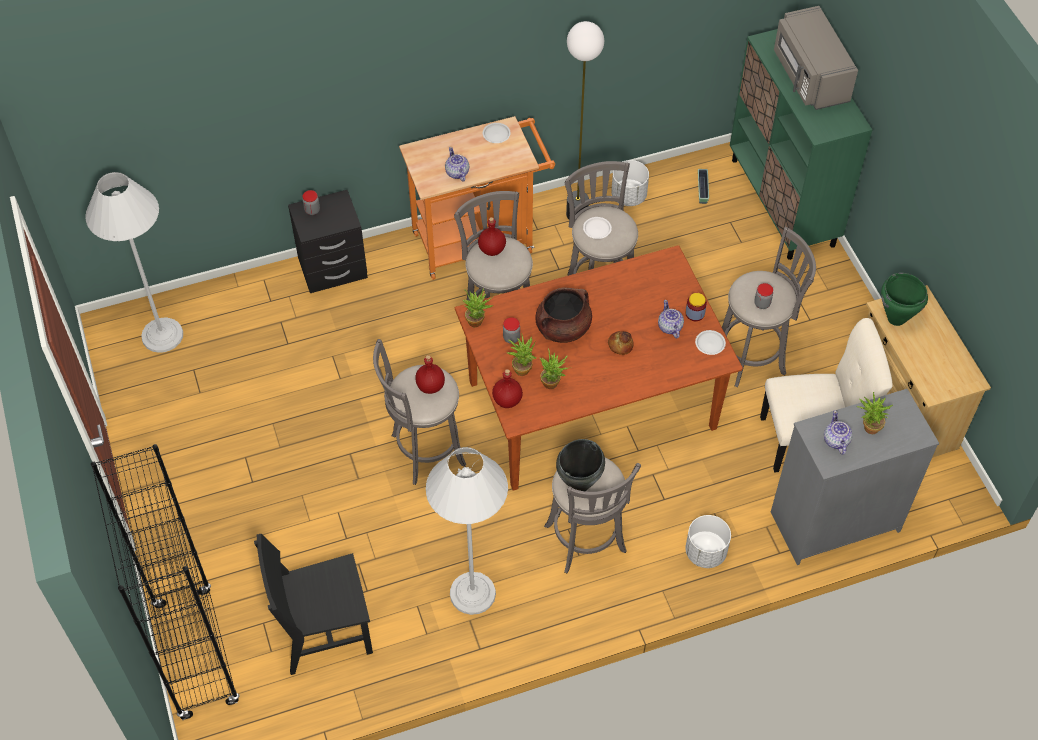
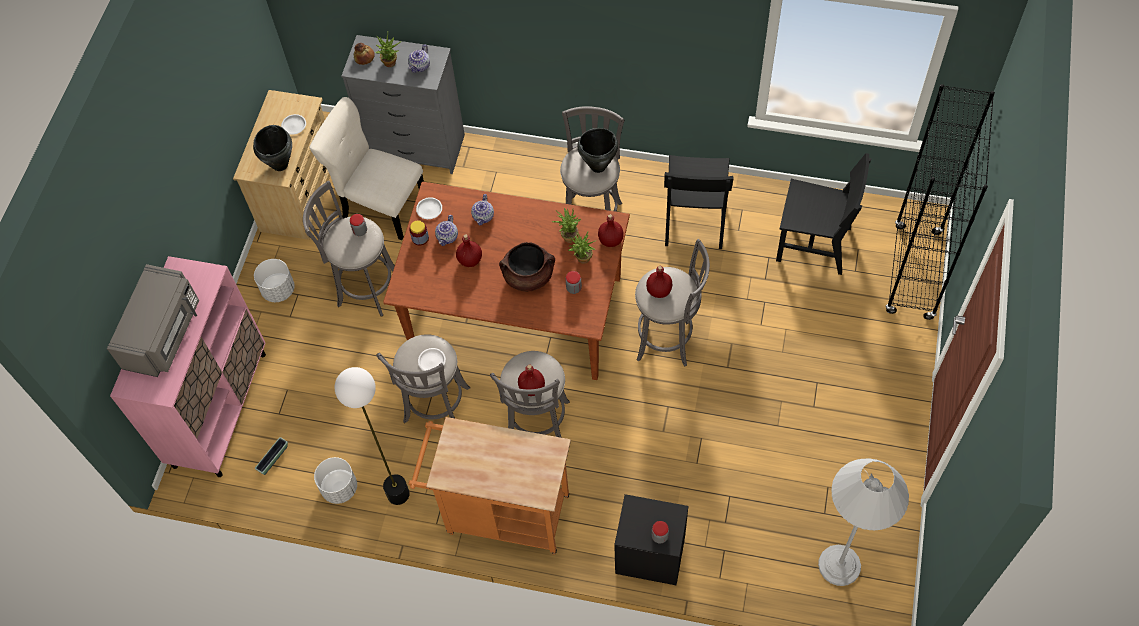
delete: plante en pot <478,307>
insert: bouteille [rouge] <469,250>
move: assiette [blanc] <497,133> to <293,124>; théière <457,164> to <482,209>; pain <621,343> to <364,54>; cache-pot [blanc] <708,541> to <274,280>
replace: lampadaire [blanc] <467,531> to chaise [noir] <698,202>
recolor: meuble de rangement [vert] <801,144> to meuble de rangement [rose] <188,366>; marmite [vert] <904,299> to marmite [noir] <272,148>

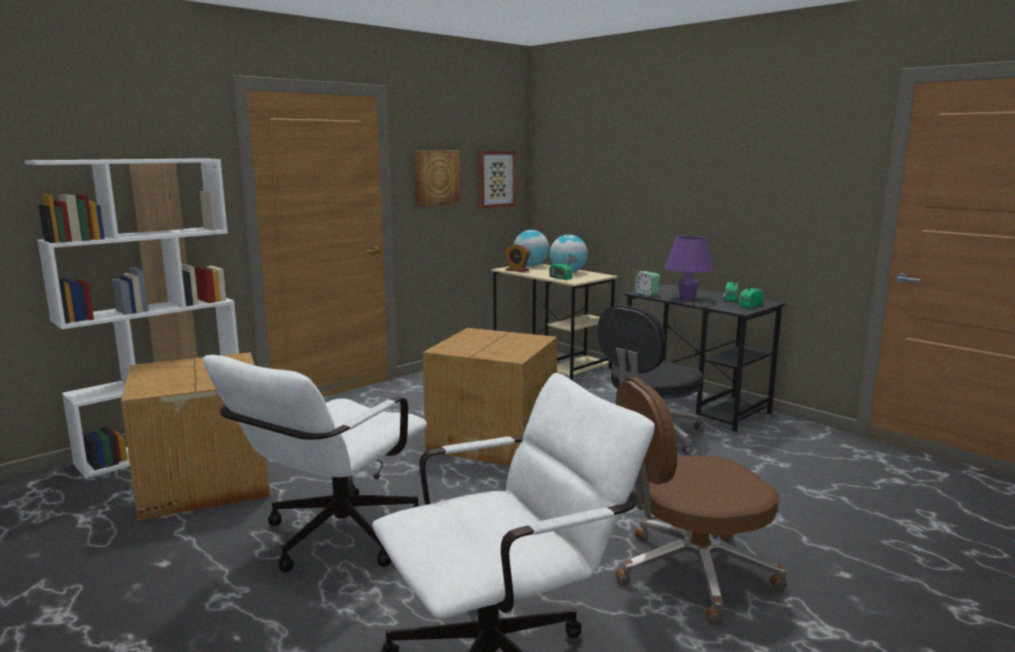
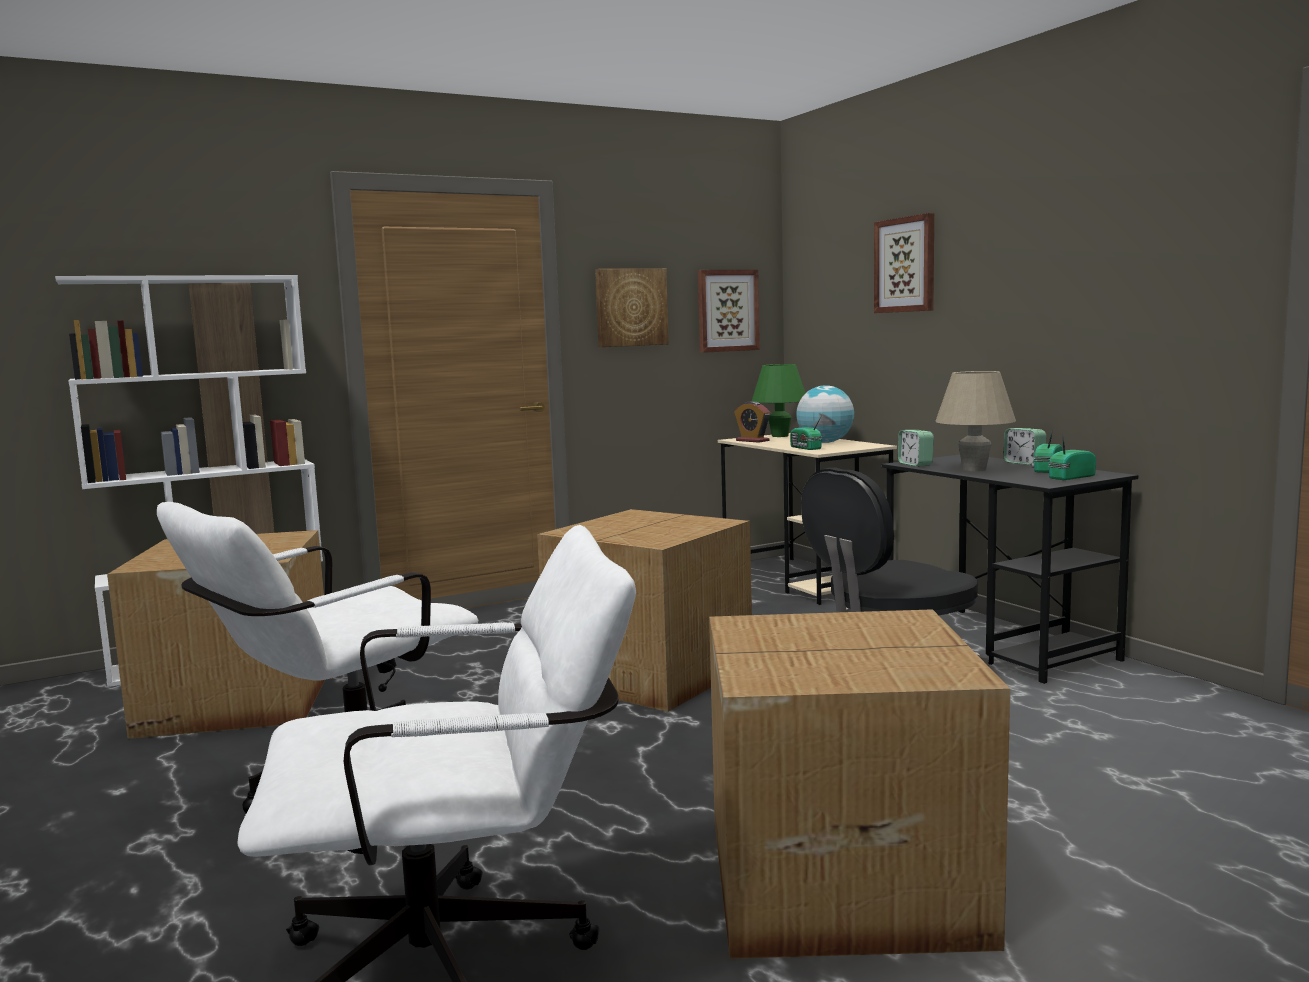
insert: tableau <904,263>; réveil <1024,446>
replace: globe <531,248> to lampe de table [vert] <779,400>; chaise de bureau [marron] <701,500> to carton <859,784>
recolor: lampe de table [violet] <689,268> to lampe de table [beige] <975,421>

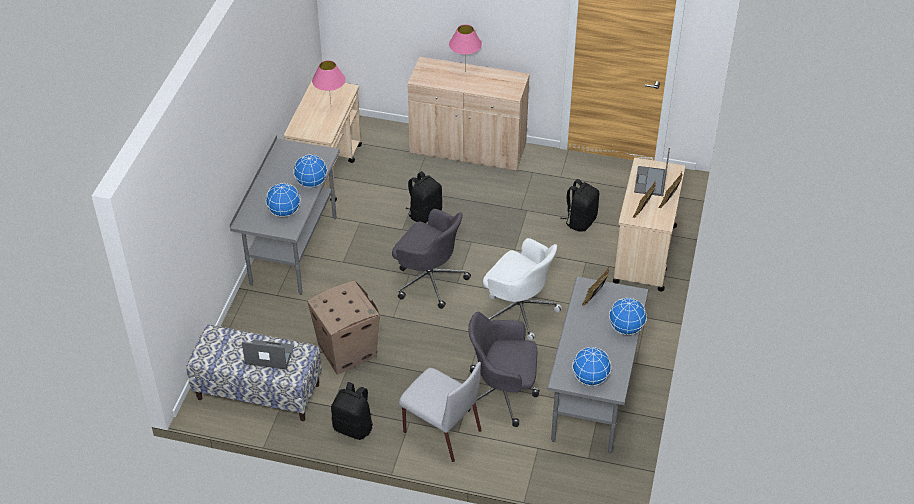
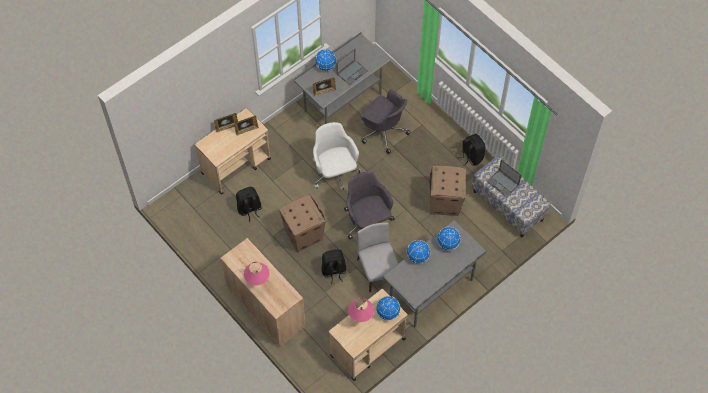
insert: carton <302,224>
move: ordinateur portable <652,172> to <352,67>; globe <591,366> to <388,308>; chaise [gris] <440,412> to <378,258>

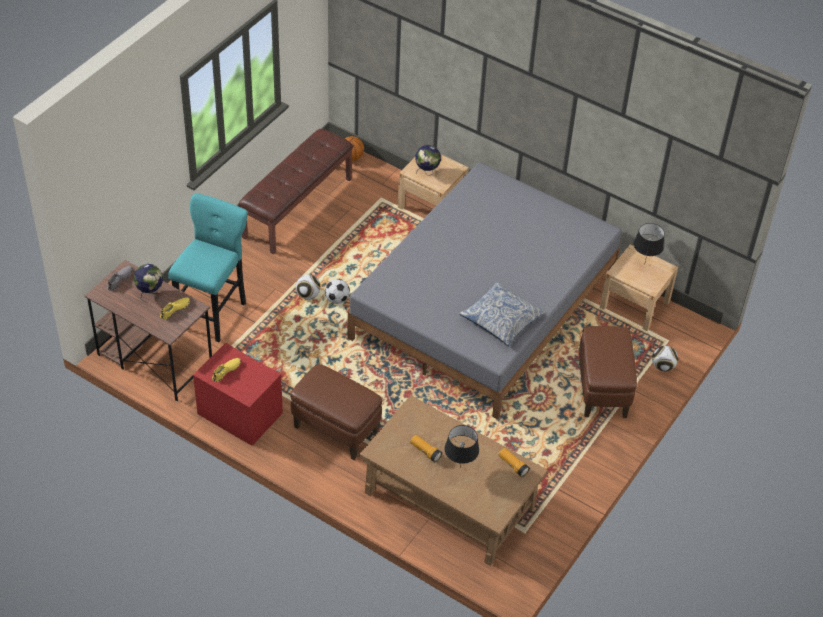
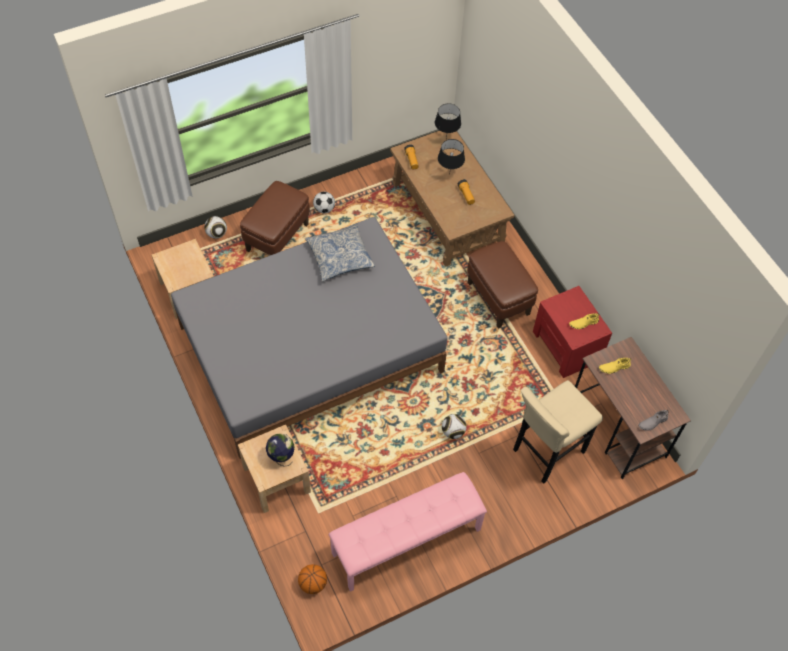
delete: globe <148,283>
move: lampe de table [noir] <649,242> to <448,122>; ballon de foot <337,291> to <324,202>
recolor: banc [marron] <296,191> to banc [rose] <408,532>; tabouret [turquoise] <208,267> to tabouret [beige] <558,432>

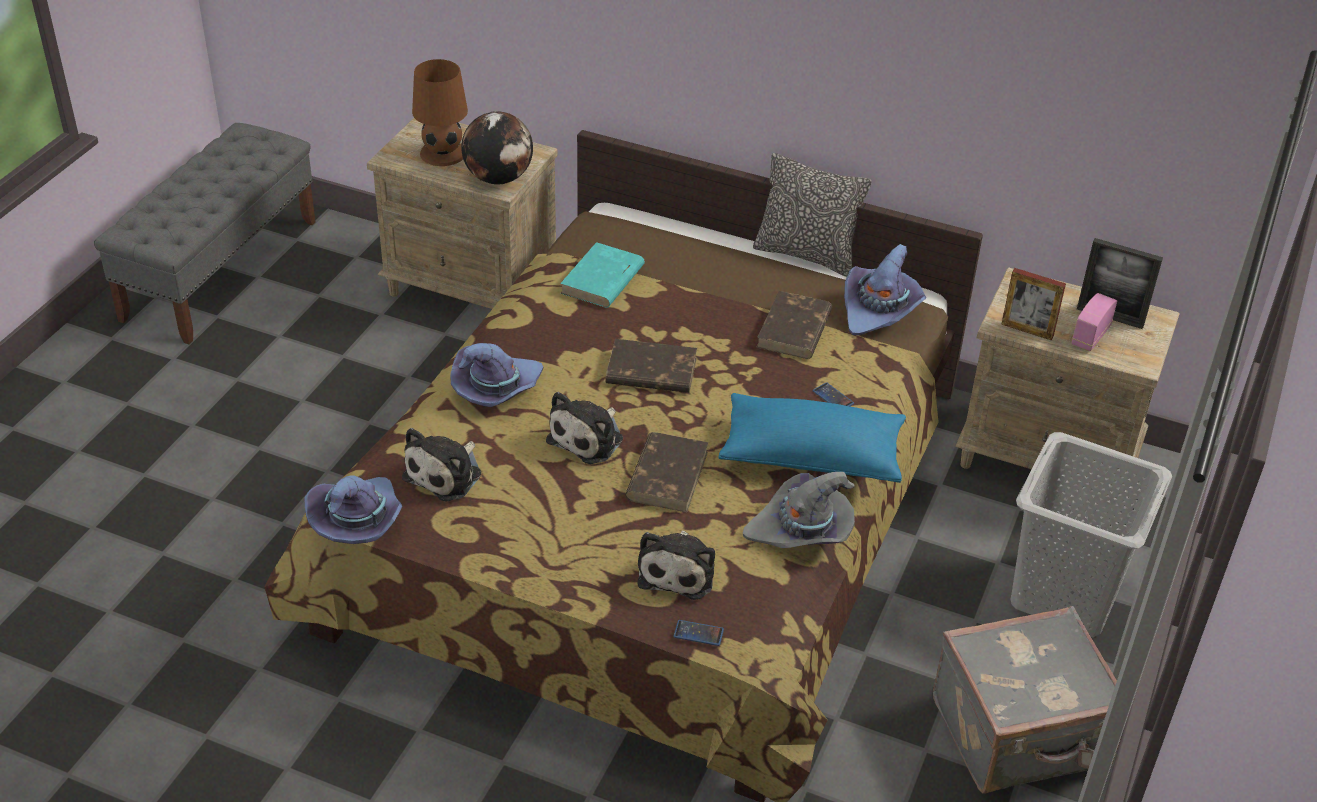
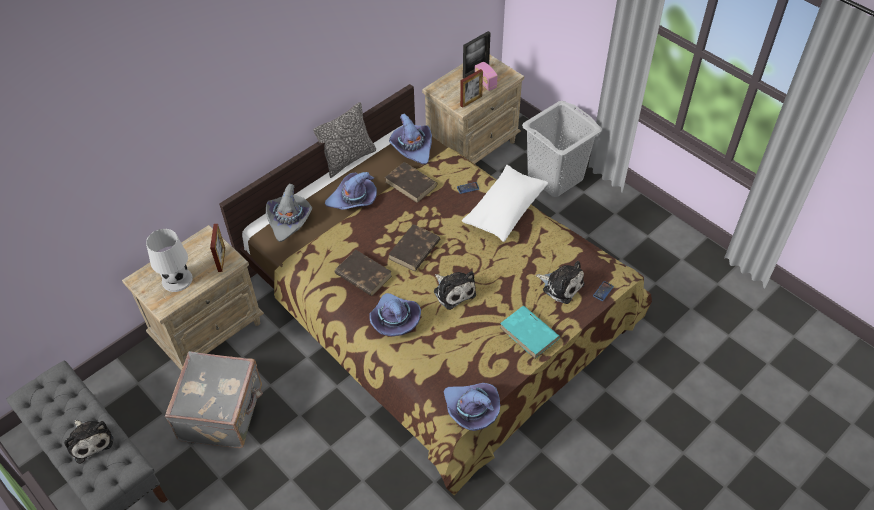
insert: chapeau [violet] <351,191>
move: livre [turquoise] <602,275> to <530,332>; peluche <441,464> to <89,442>; livre [marron] <667,472> to <363,273>; chapeau [gris] <799,510> to <289,213>; valise [gris] <1027,700> to <214,399>
replace: globe <497,147> to cadre photo <217,248>
recolor: lampe de table [marron] <440,112> to lampe de table [blanc] <169,260>; coussin [bleu] <812,438> to coussin [blanc] <505,203>

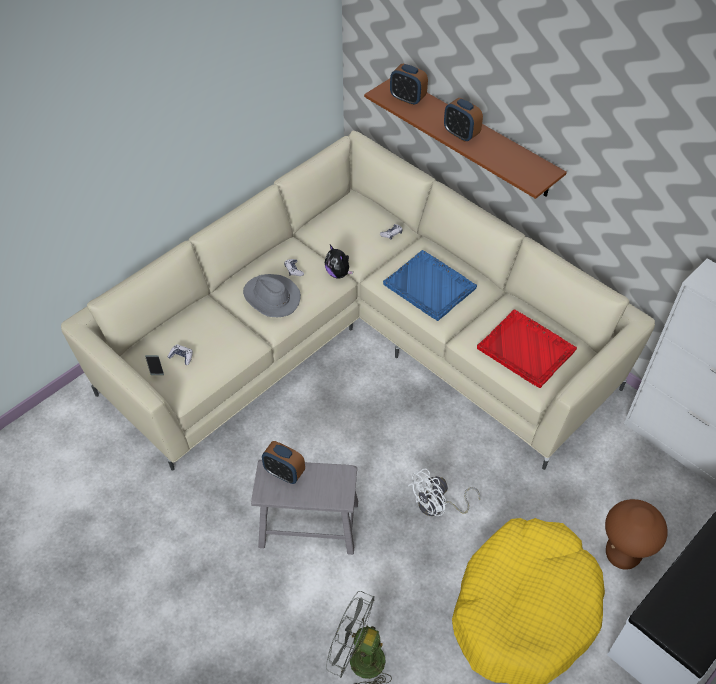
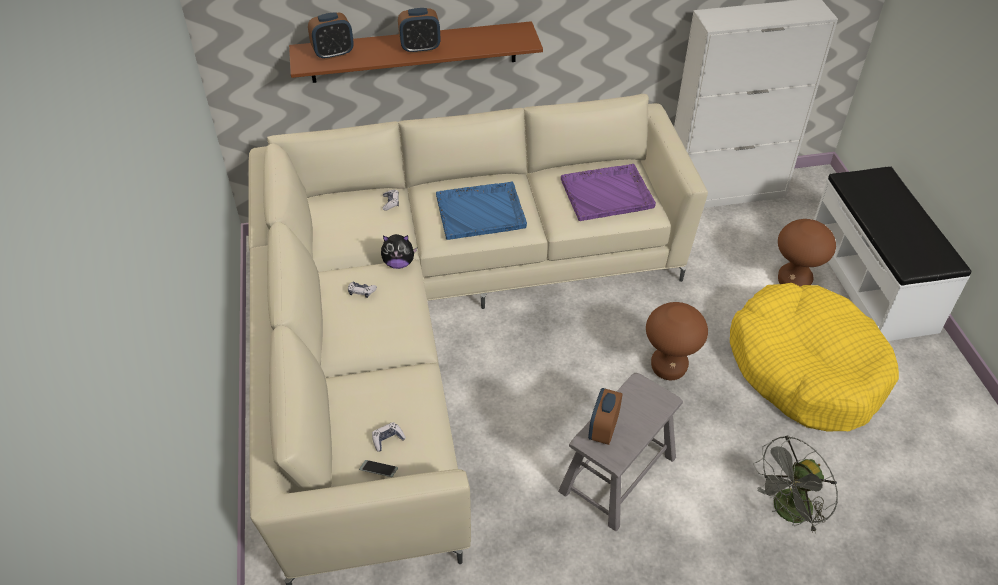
delete: chapeau [gris] <272,295>
replace: ventilateur [blanc] <444,492> to tabouret [marron] <677,341>
recolor: plateau [rouge] <527,348> to plateau [violet] <608,192>
rotate: réveil <283,462> = <605,416> 135 degrees clockwise

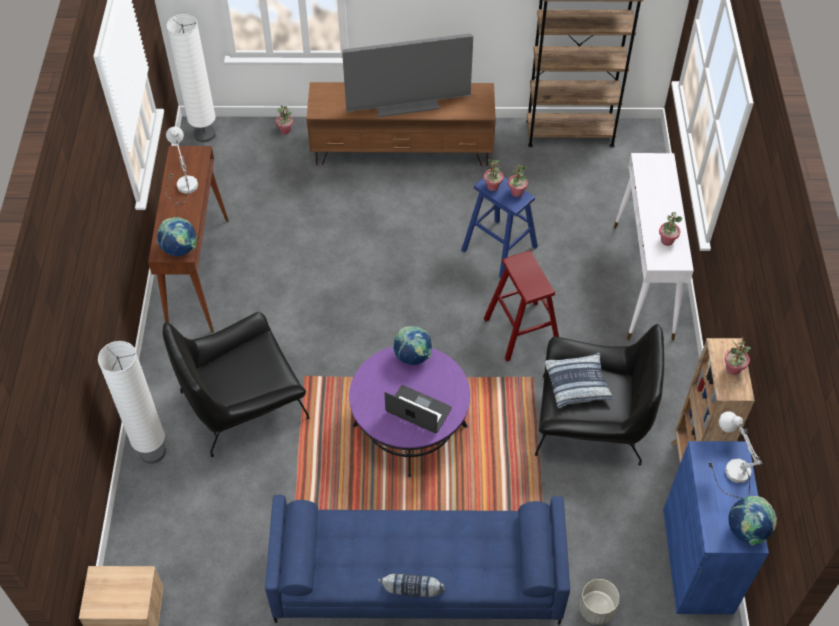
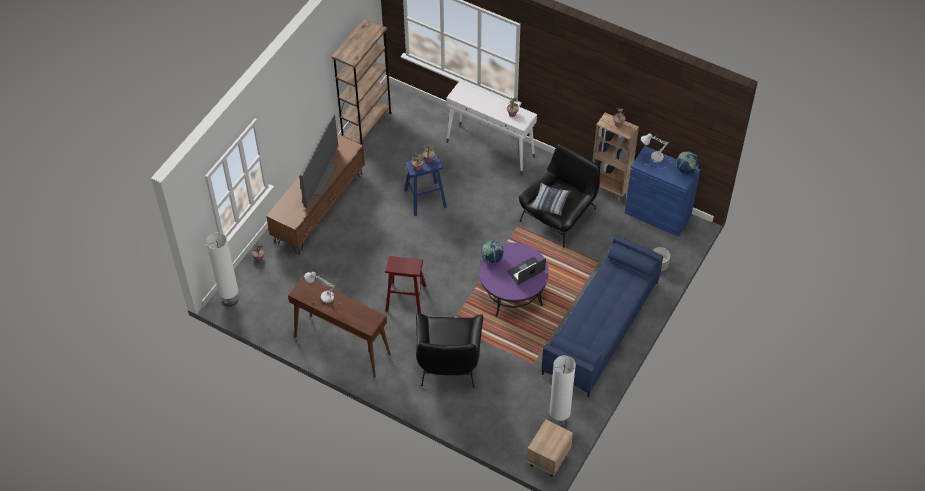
delete: globe <177,236>; coussin <411,585>
move: tabouret [rouge] <521,306> to <405,284>; lampadaire [blanc] <132,402> to <562,391>

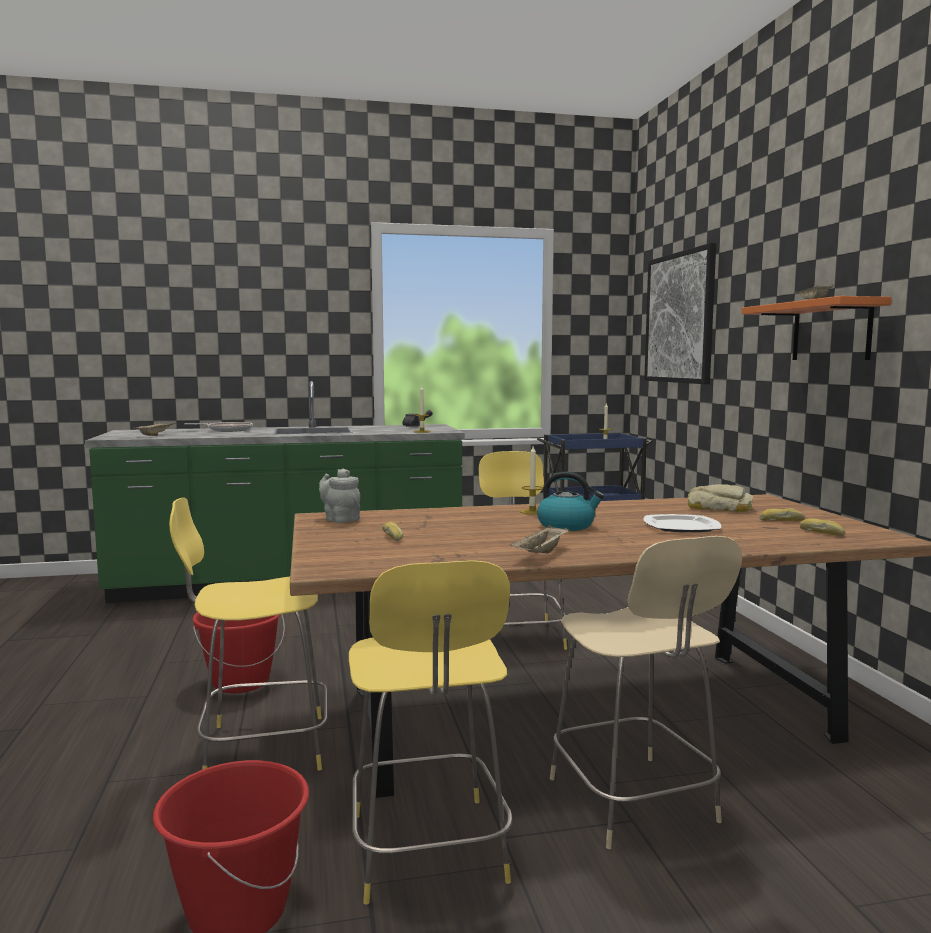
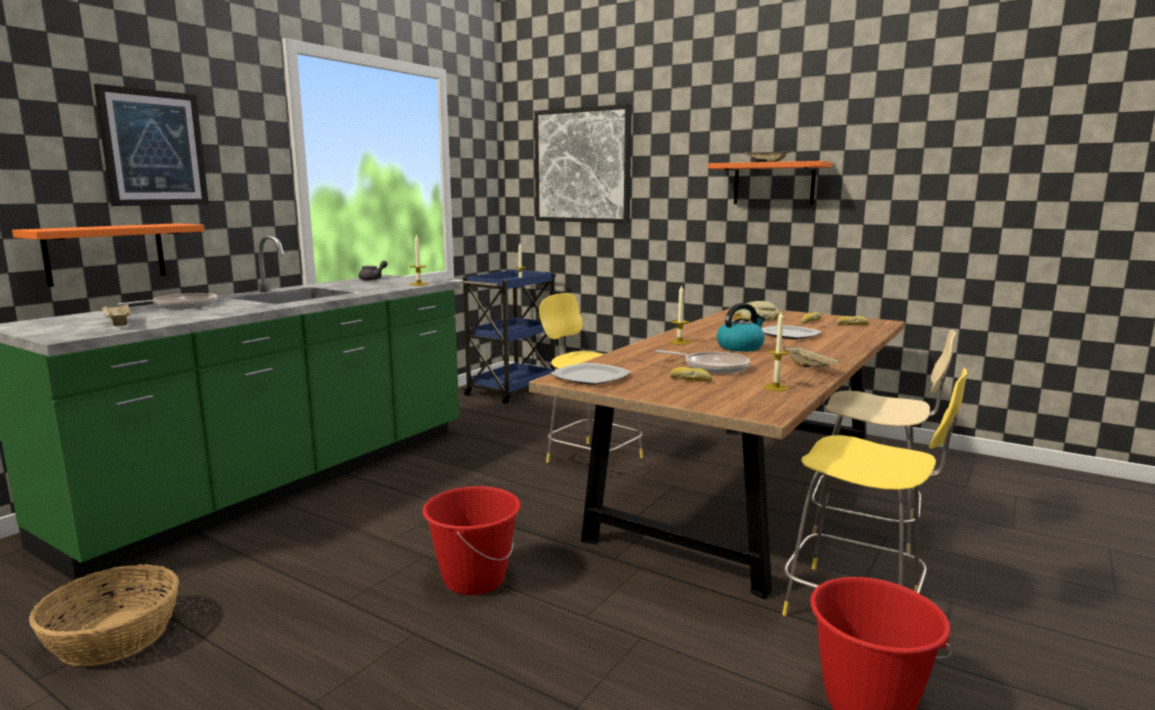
delete: tabouret [jaune] <248,634>
insert: tableau <151,145>; étagère [orange] <108,255>; bougie <776,351>; poêle <703,362>; panier <104,615>
replace: théière [gris] <339,496> to assiette <590,374>

